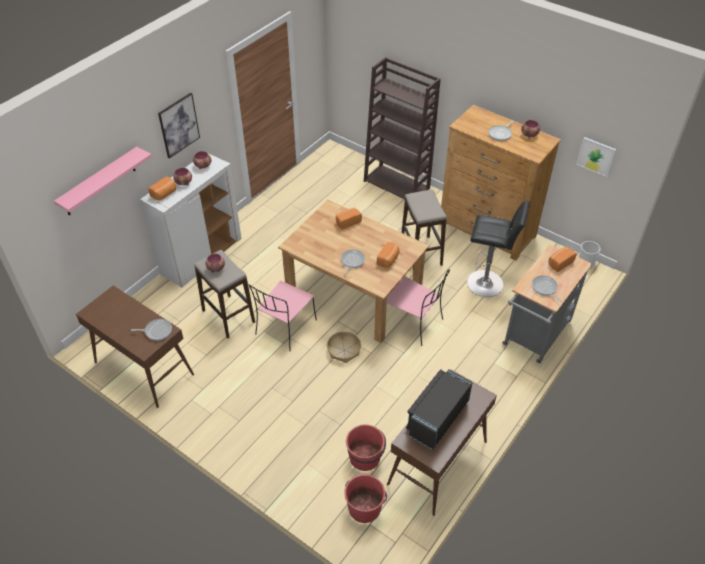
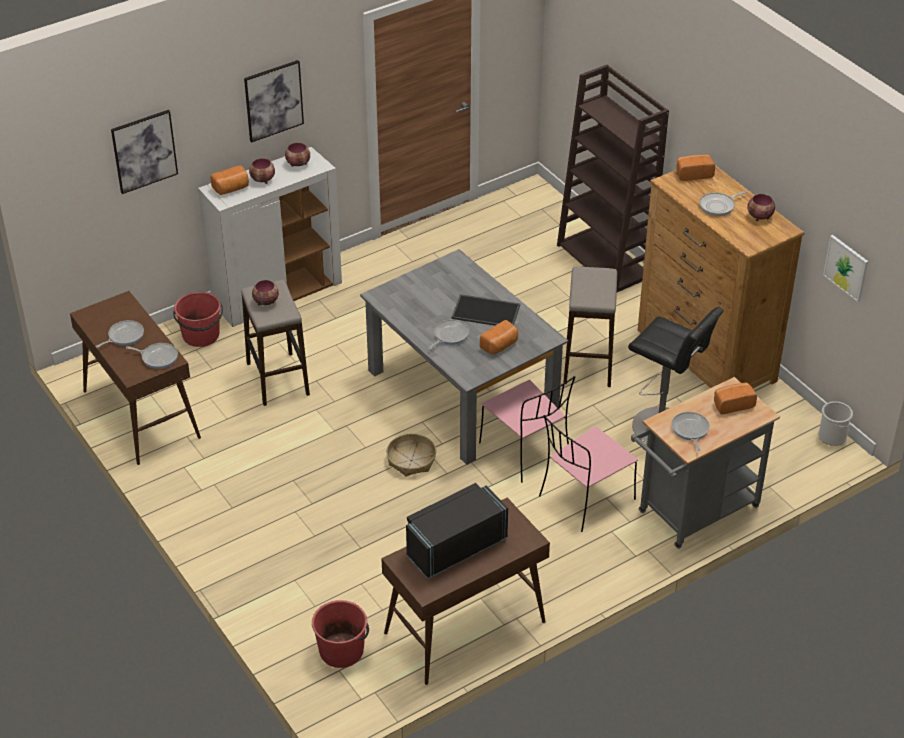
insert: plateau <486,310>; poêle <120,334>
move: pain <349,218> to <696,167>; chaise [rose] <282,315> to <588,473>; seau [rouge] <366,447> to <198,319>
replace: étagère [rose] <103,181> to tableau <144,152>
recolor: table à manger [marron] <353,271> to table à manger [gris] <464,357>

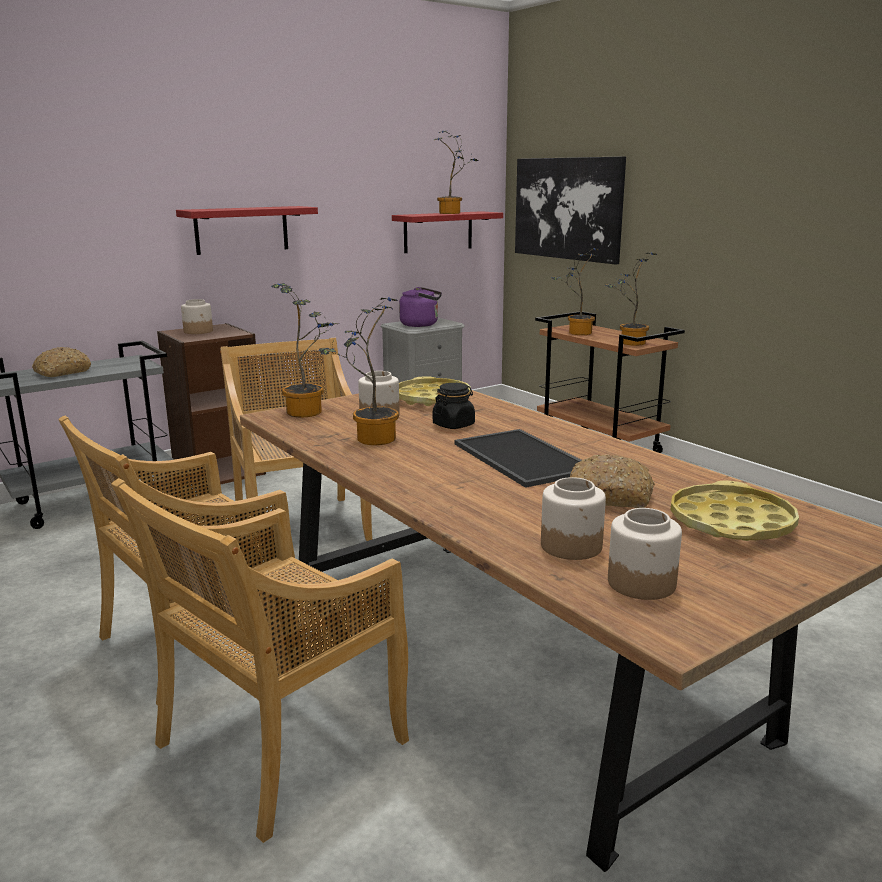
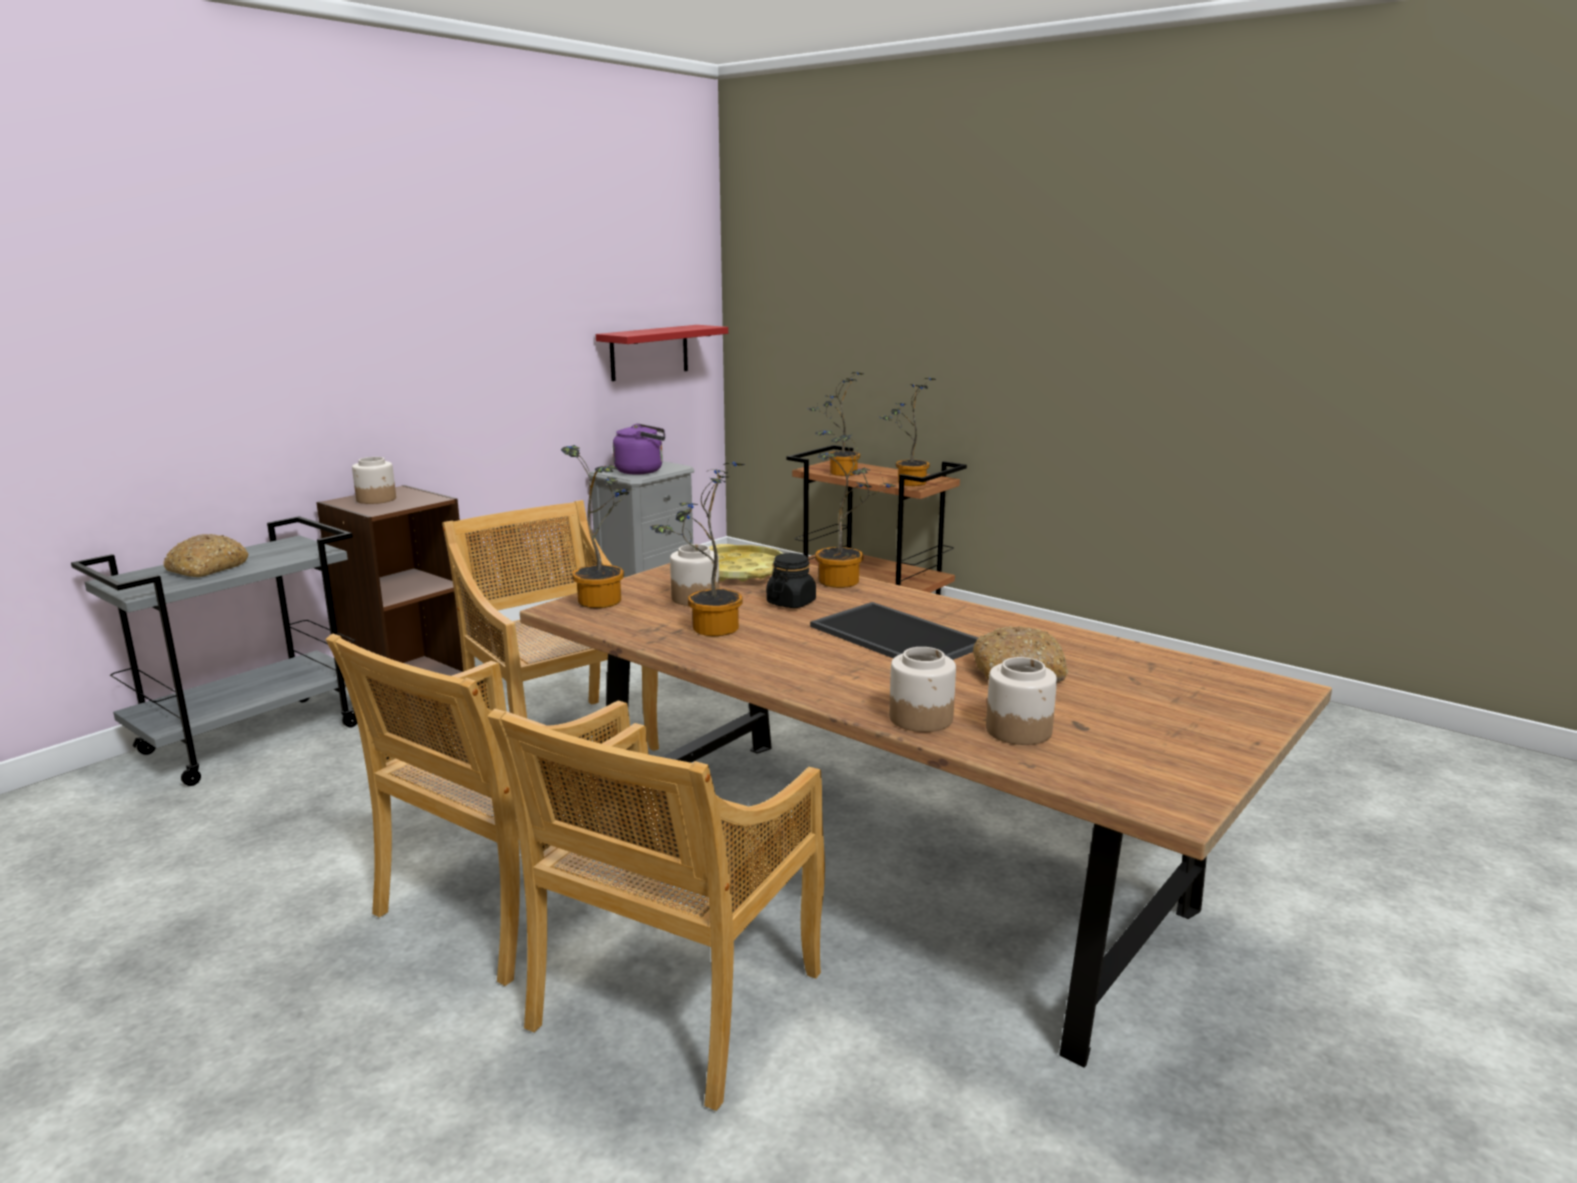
delete: tableau <570,210>; étagère [rouge] <247,230>; plateau [jaune] <735,510>
move: plante en pot <456,172> to <856,509>; bocal <645,554> to <922,689>

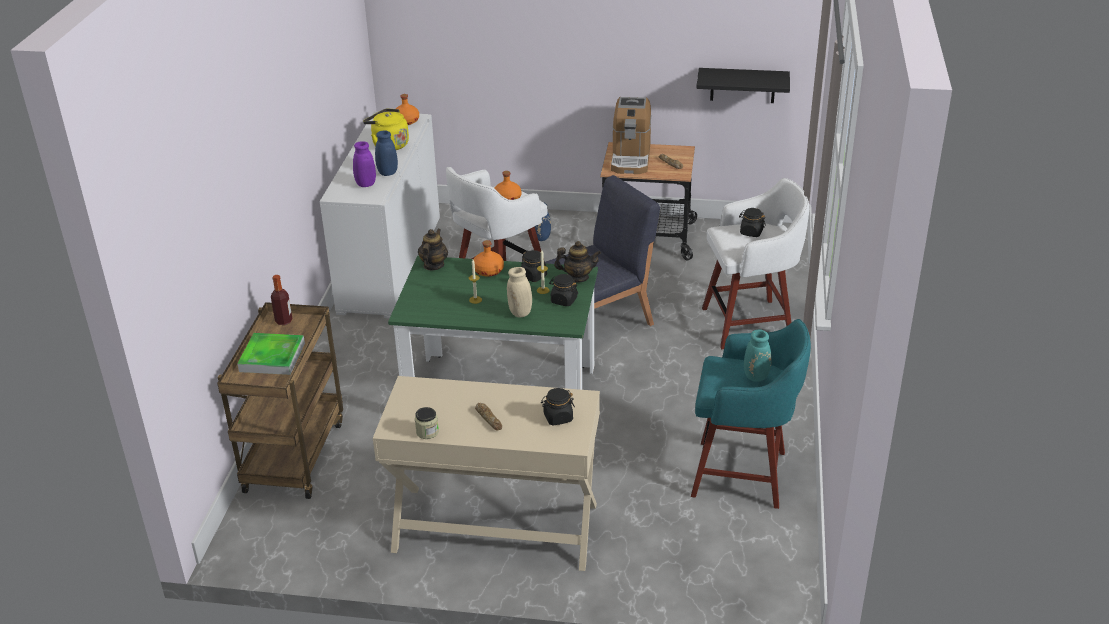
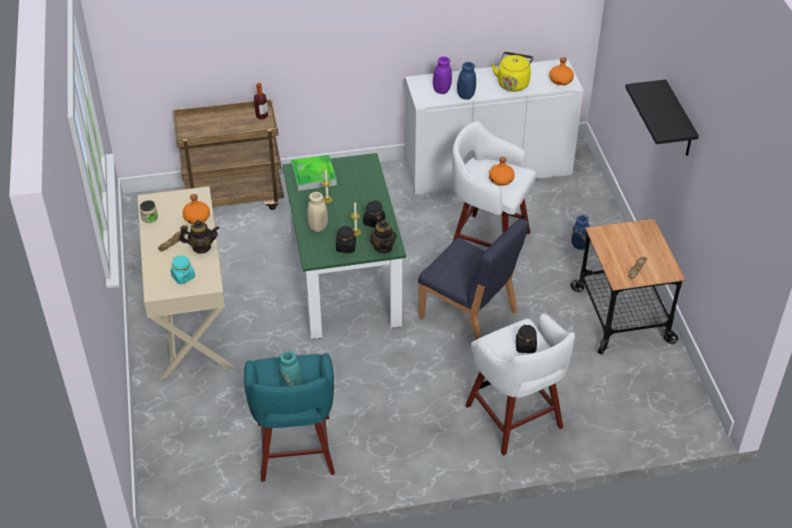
delete: machine à café <631,135>
move: étagère [noir] <743,85> to <662,117>; théière <433,249> to <199,237>; bouteille [orange] <489,258> to <196,209>; plateau <271,354> to <314,173>
recolor: bocal [noir] <558,406> to bocal [turquoise] <183,270>

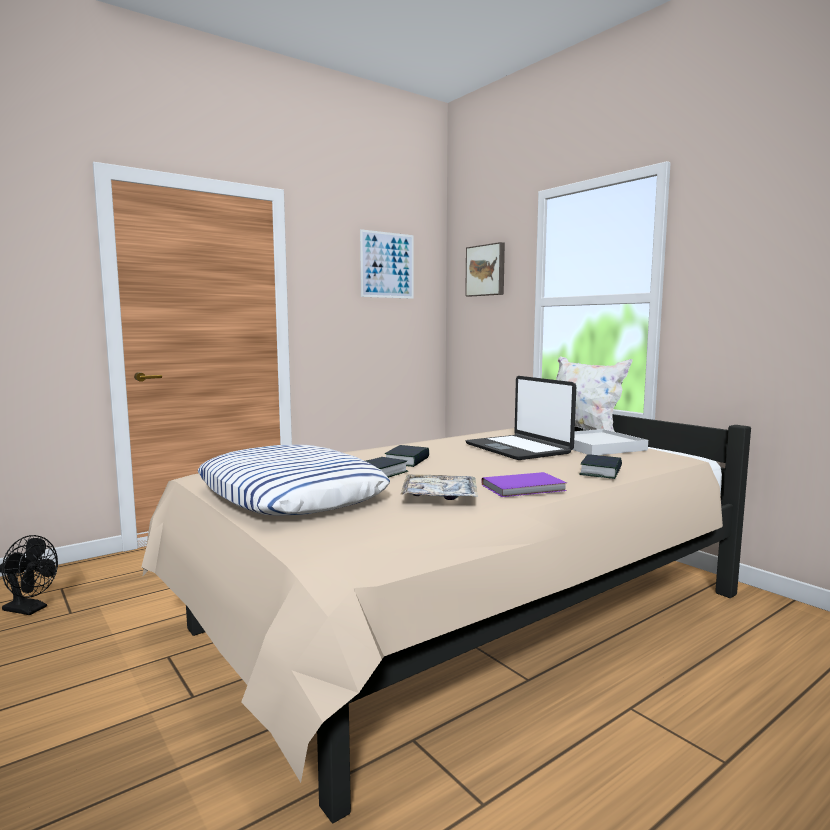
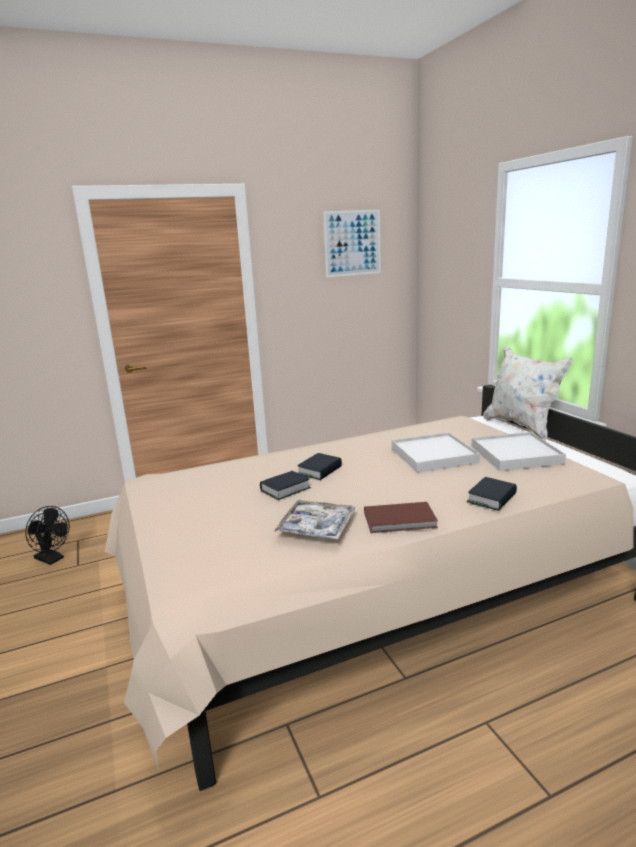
delete: tableau <485,269>; coussin <294,480>
replace: ordinateur portable <521,418> to plateau [blanc] <436,452>
recolor: livre [violet] <524,484> to livre [marron] <401,517>

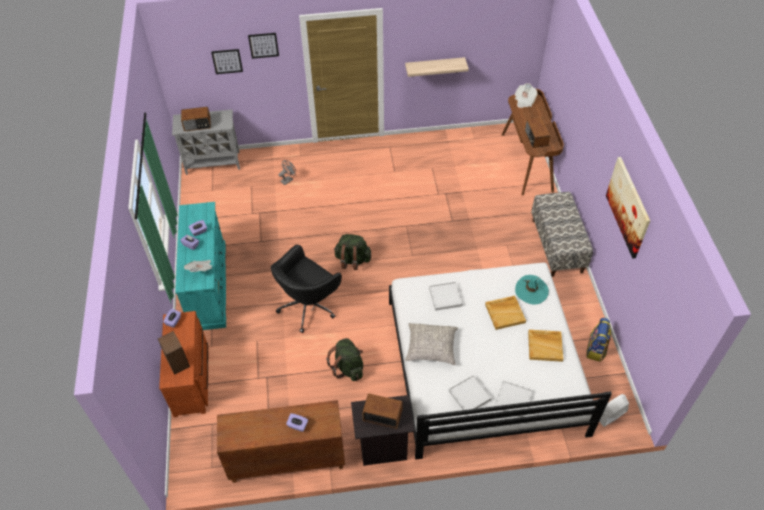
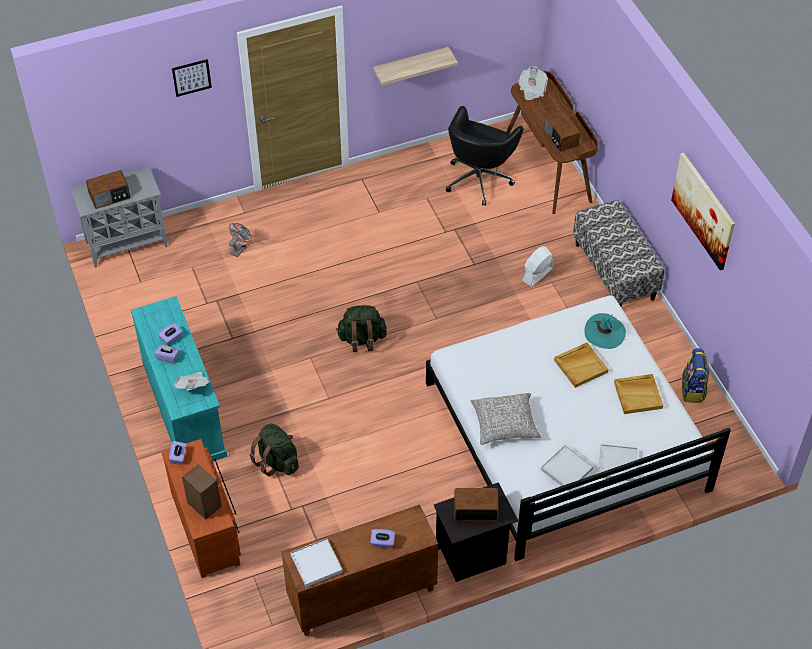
delete: tableau <227,61>
move: chaise de bureau [noir] <306,289> to <485,156>; plateau [blanc] <446,296> to <316,562>; sac à dos [vert] <344,359> to <274,449>; ventilateur [blanc] <614,410> to <538,266>

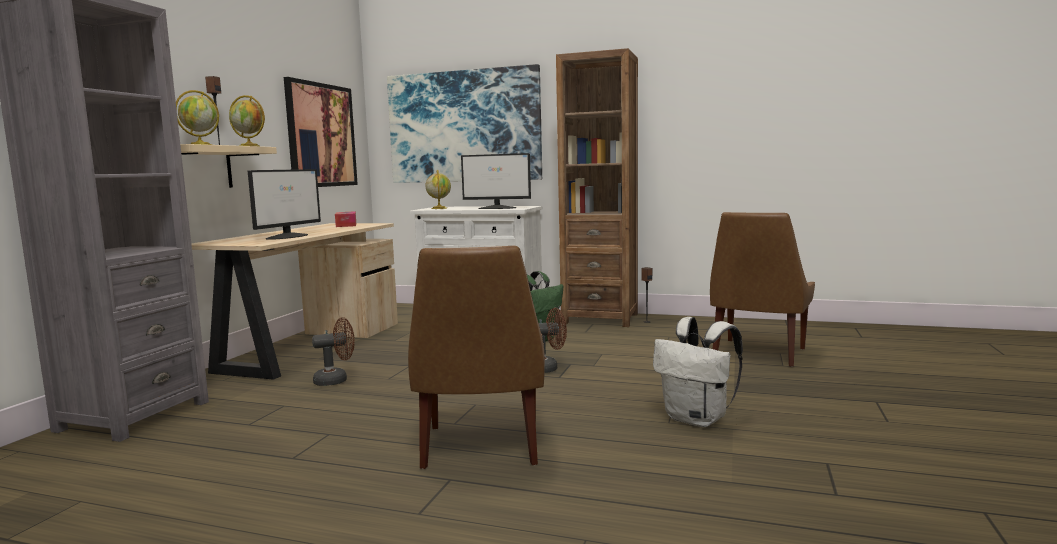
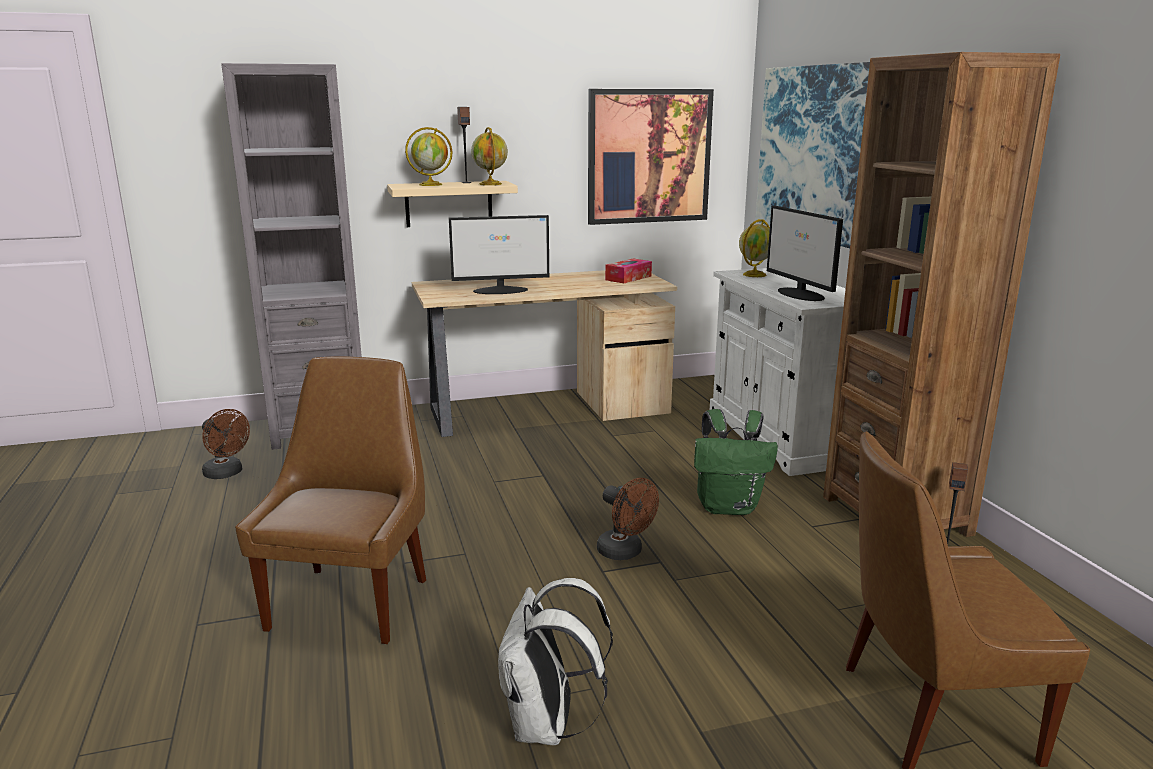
move: ventilateur [marron] <333,351> to <226,444>
rotate: chaise [marron] <476,357> = <330,500> 135 degrees clockwise

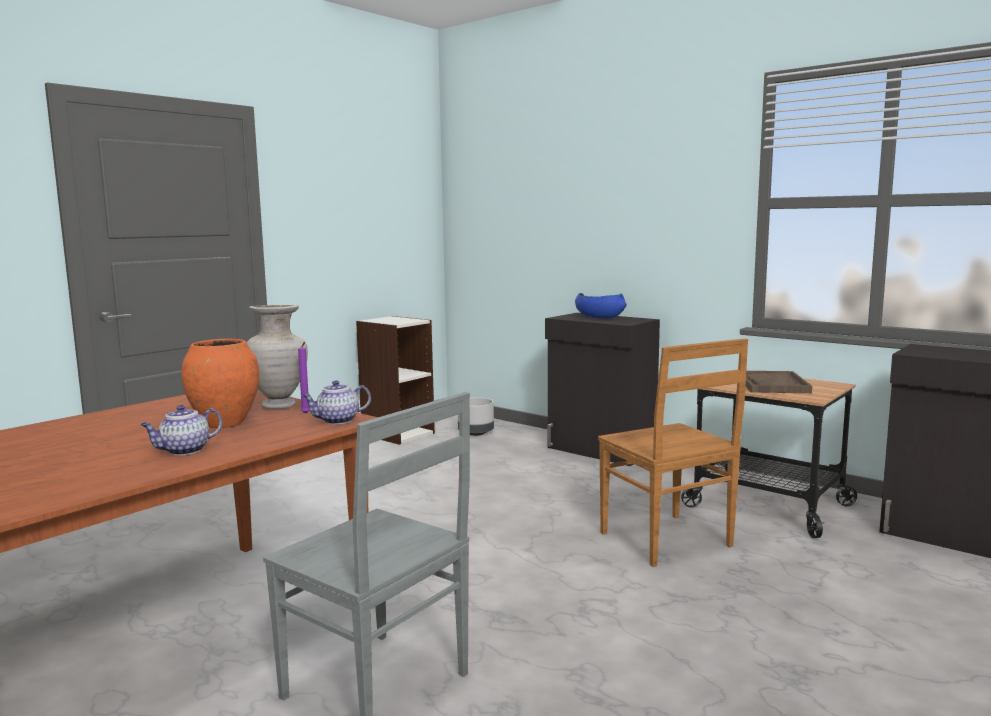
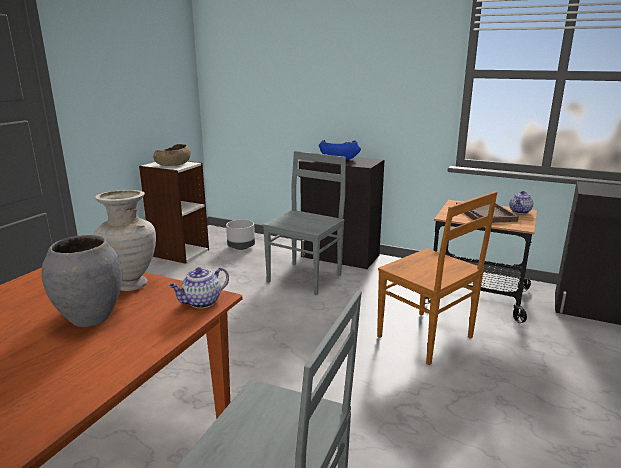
delete: bougie [violet] <304,378>
insert: bol [marron] <172,155>; chaise [gris] <304,223>
move: théière <181,430> to <521,202>
recolor: vase [orange] <220,383> to vase [gris] <82,281>

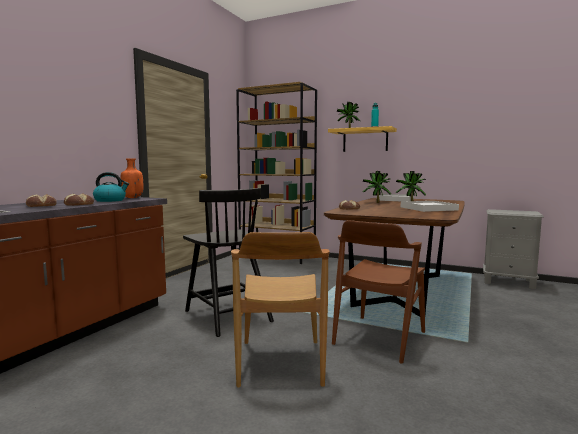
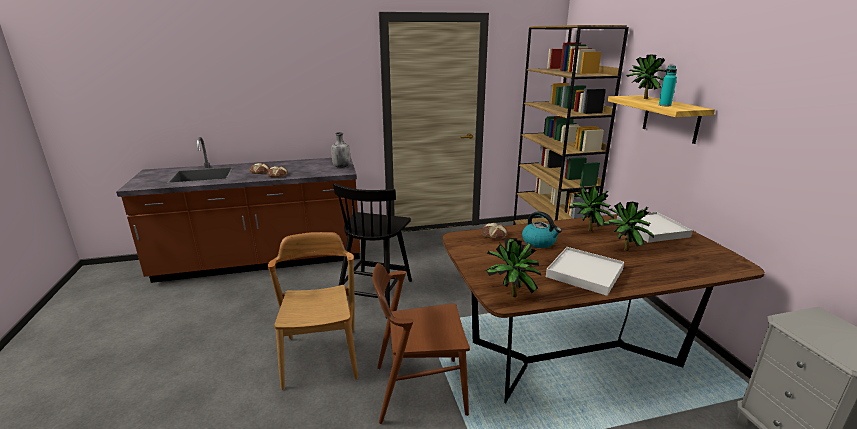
insert: plante en pot <513,267>
move: bouilloire <111,187> to <542,229>
recolor: bouteille [orange] <132,178> to bouteille [gris] <340,150>
rotate: chaise [marron] <280,310> = <313,311> 120 degrees clockwise

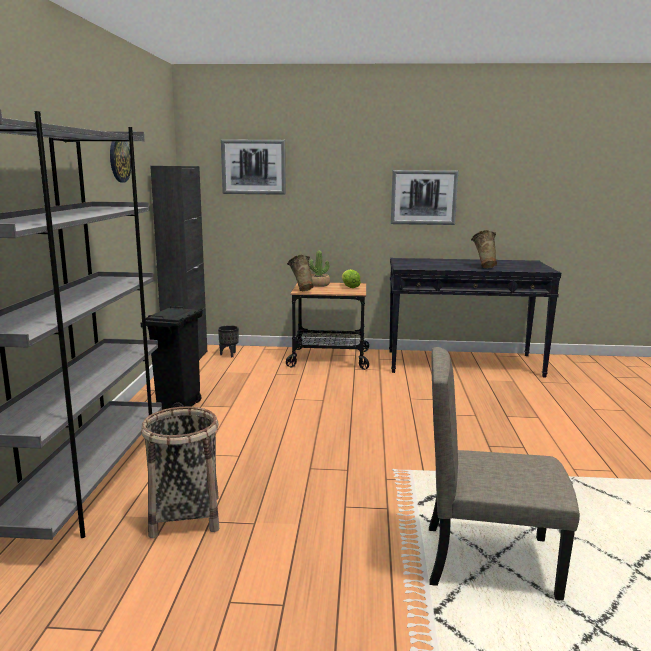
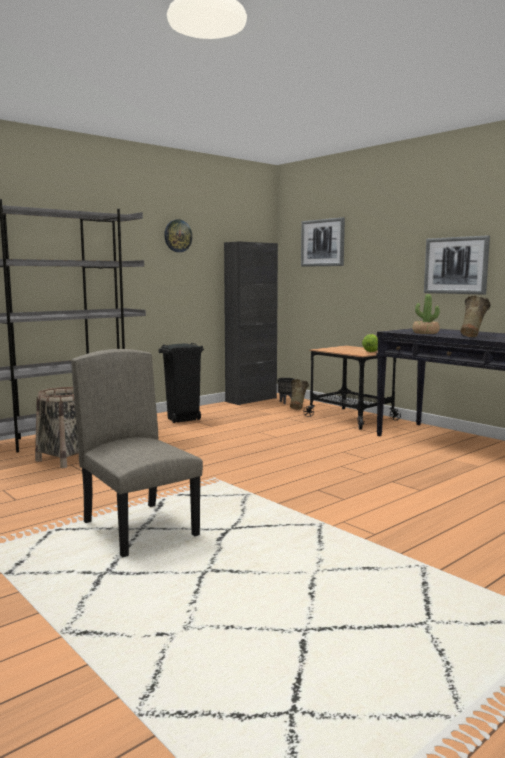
move: plante en pot <319,269> to <426,314>; vase [beige] <300,273> to <299,394>

